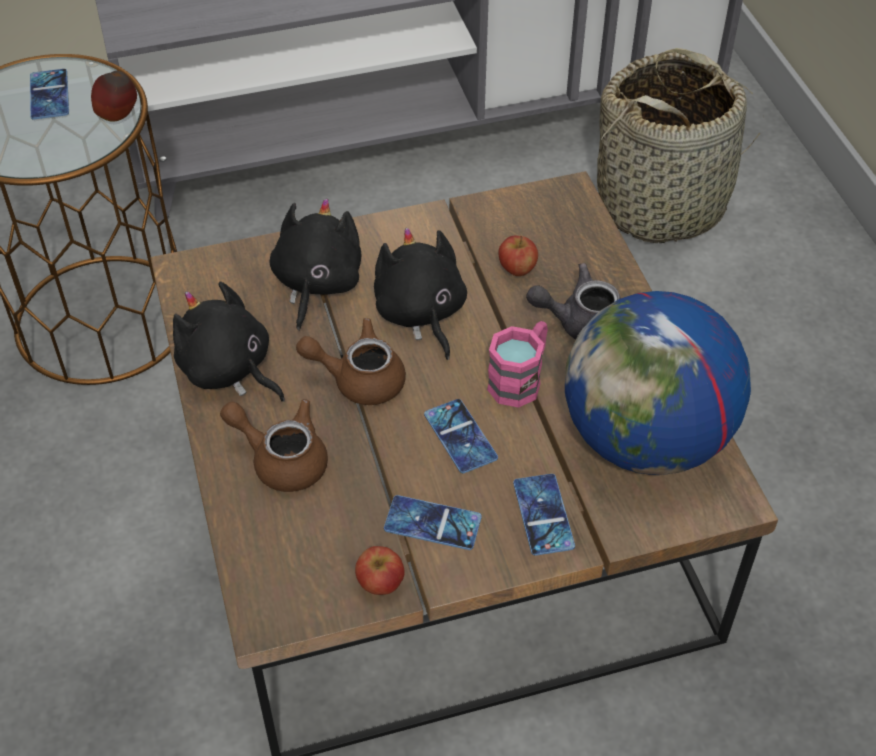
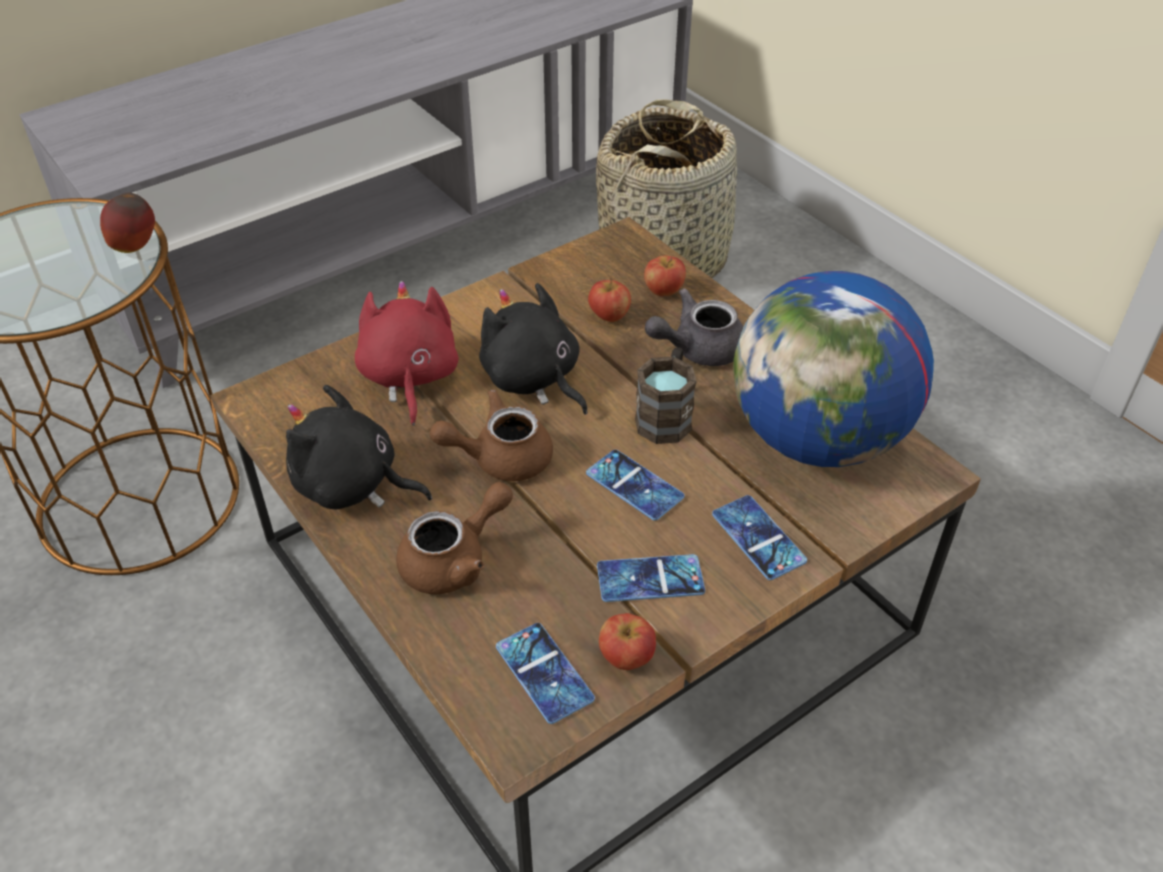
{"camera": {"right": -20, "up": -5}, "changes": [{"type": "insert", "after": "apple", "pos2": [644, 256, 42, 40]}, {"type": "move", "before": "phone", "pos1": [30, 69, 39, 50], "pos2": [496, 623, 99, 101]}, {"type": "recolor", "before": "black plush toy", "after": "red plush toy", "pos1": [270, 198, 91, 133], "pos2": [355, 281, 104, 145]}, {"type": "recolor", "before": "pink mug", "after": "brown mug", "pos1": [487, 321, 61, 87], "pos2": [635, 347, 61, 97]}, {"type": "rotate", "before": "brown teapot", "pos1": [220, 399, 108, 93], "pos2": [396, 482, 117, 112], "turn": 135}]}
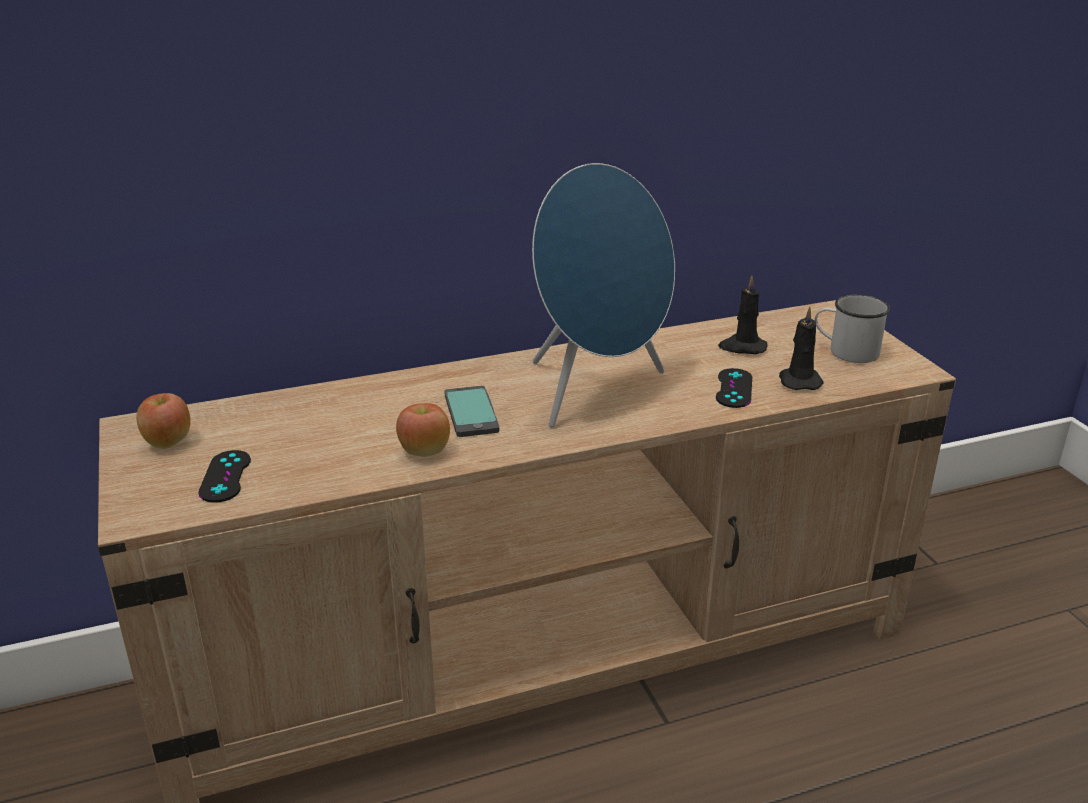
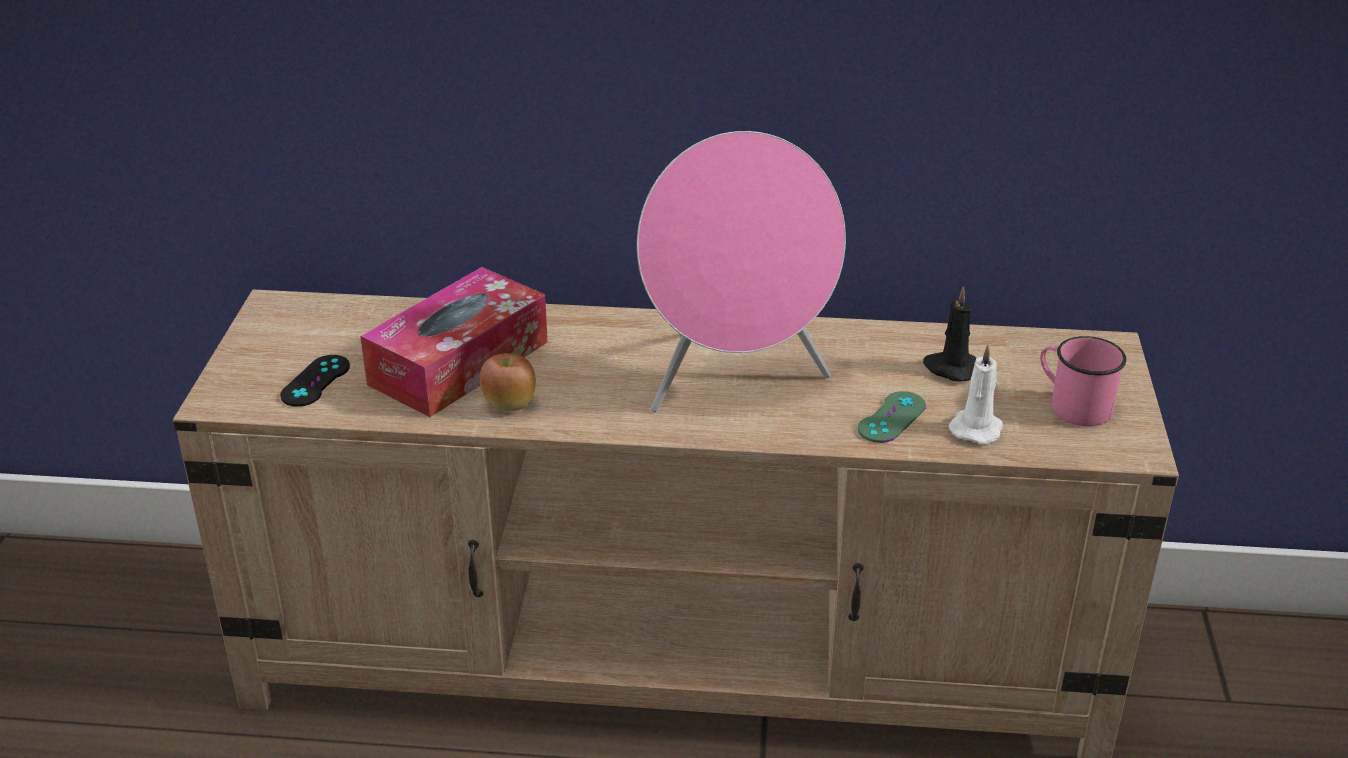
{"camera": {"right": 25, "up": 5}, "changes": [{"type": "delete", "before": "apple", "pos1": [136, 393, 55, 56]}, {"type": "delete", "before": "phone", "pos1": [444, 386, 55, 51]}, {"type": "insert", "after": "tissue box", "pos2": [360, 267, 188, 150]}, {"type": "recolor", "before": "blue speaker", "after": "pink speaker", "pos1": [532, 163, 143, 265], "pos2": [637, 131, 209, 281]}, {"type": "recolor", "before": "black game controller", "after": "green game controller", "pos1": [716, 368, 36, 40], "pos2": [858, 391, 68, 52]}, {"type": "recolor", "before": "black candle", "after": "white candle", "pos1": [779, 306, 45, 84], "pos2": [949, 344, 54, 100]}, {"type": "recolor", "before": "white mug", "after": "pink mug", "pos1": [815, 294, 75, 69], "pos2": [1040, 336, 87, 90]}]}
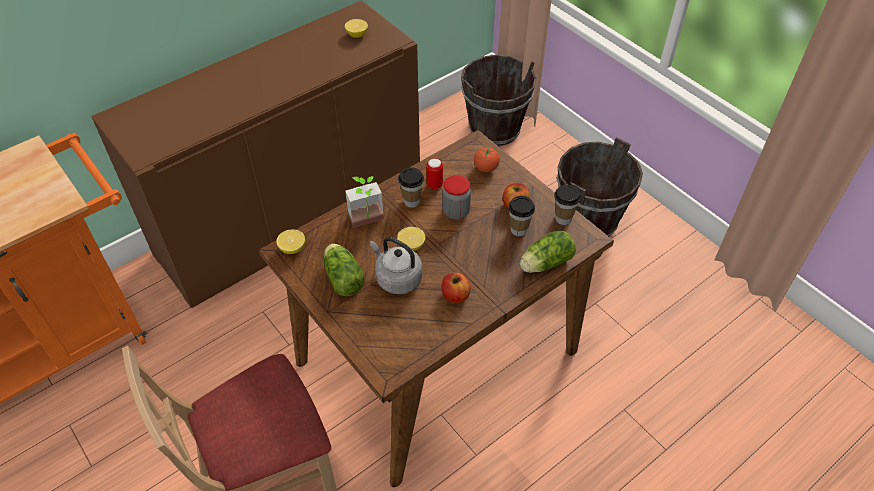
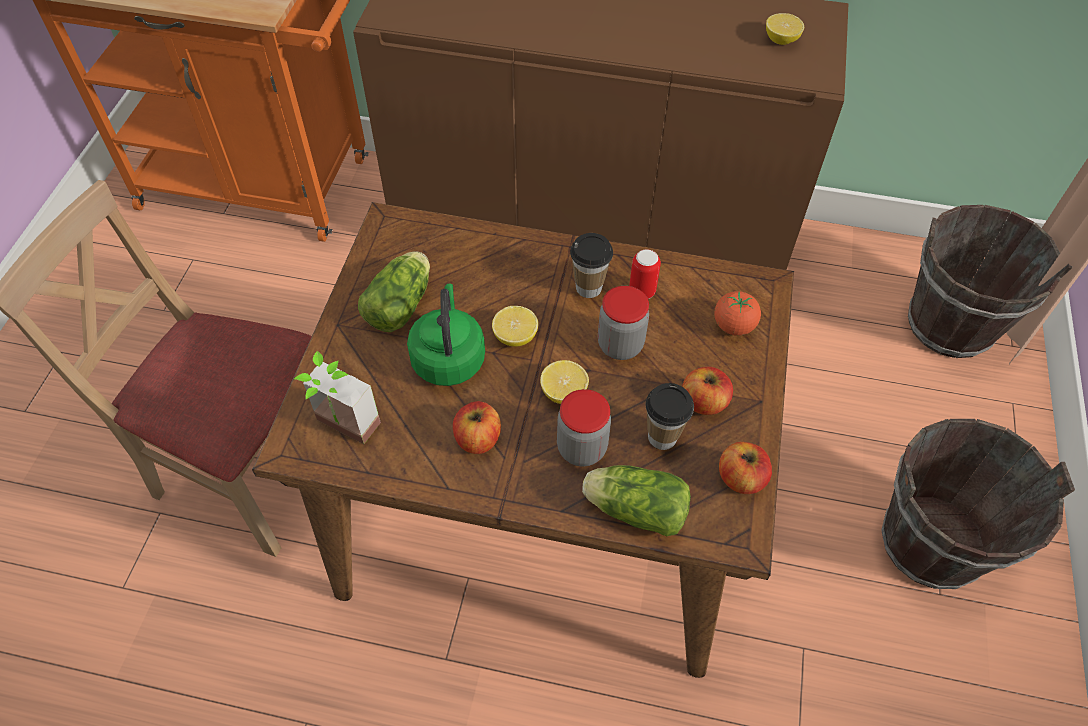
{"camera": {"right": 50, "up": 5}, "changes": [{"type": "insert", "after": "jar", "pos2": [557, 389, 54, 78]}, {"type": "move", "before": "lemon", "pos1": [276, 229, 29, 25], "pos2": [540, 360, 49, 44]}, {"type": "move", "before": "potted plant", "pos1": [345, 176, 39, 52], "pos2": [294, 351, 87, 93]}, {"type": "replace", "before": "cup", "after": "apple", "pos1": [554, 185, 27, 40], "pos2": [719, 442, 53, 52]}, {"type": "recolor", "before": "grey kettle", "after": "green kettle", "pos1": [370, 237, 53, 57], "pos2": [407, 283, 78, 103]}]}
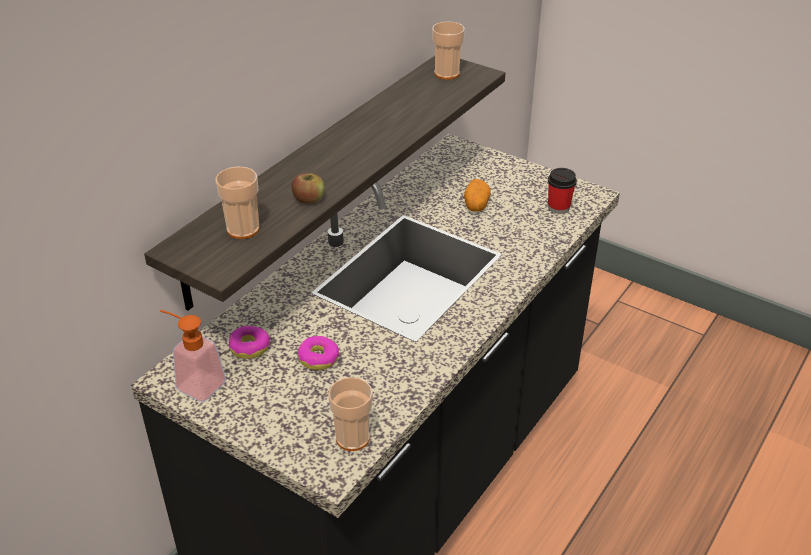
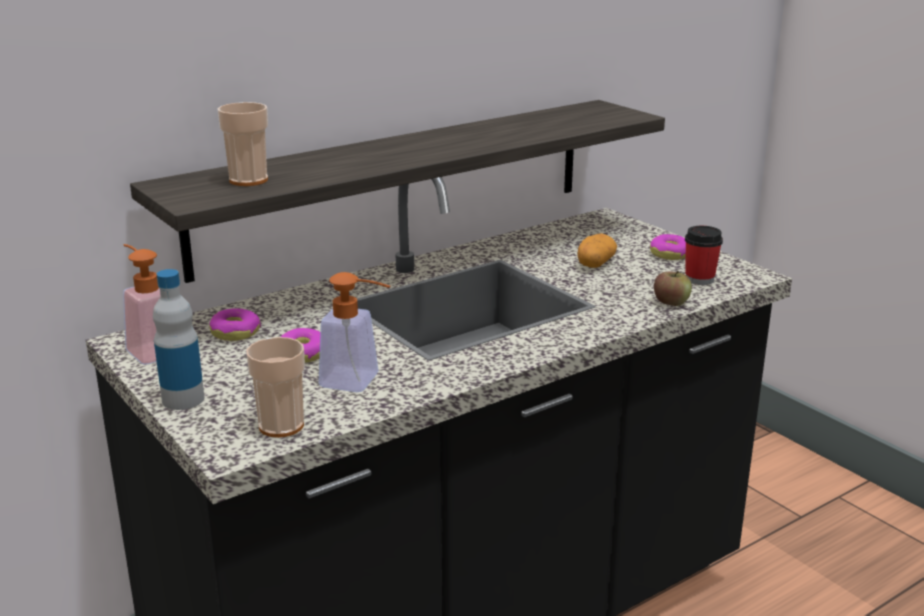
{"camera": {"right": 20, "up": -15}, "changes": [{"type": "delete", "before": "cup", "pos1": [432, 21, 33, 59]}, {"type": "insert", "after": "bottle", "pos2": [153, 269, 52, 141]}, {"type": "insert", "after": "soap dispenser", "pos2": [318, 272, 72, 120]}, {"type": "insert", "after": "donut", "pos2": [650, 234, 36, 26]}, {"type": "move", "before": "apple", "pos1": [292, 173, 33, 31], "pos2": [654, 271, 38, 35]}]}
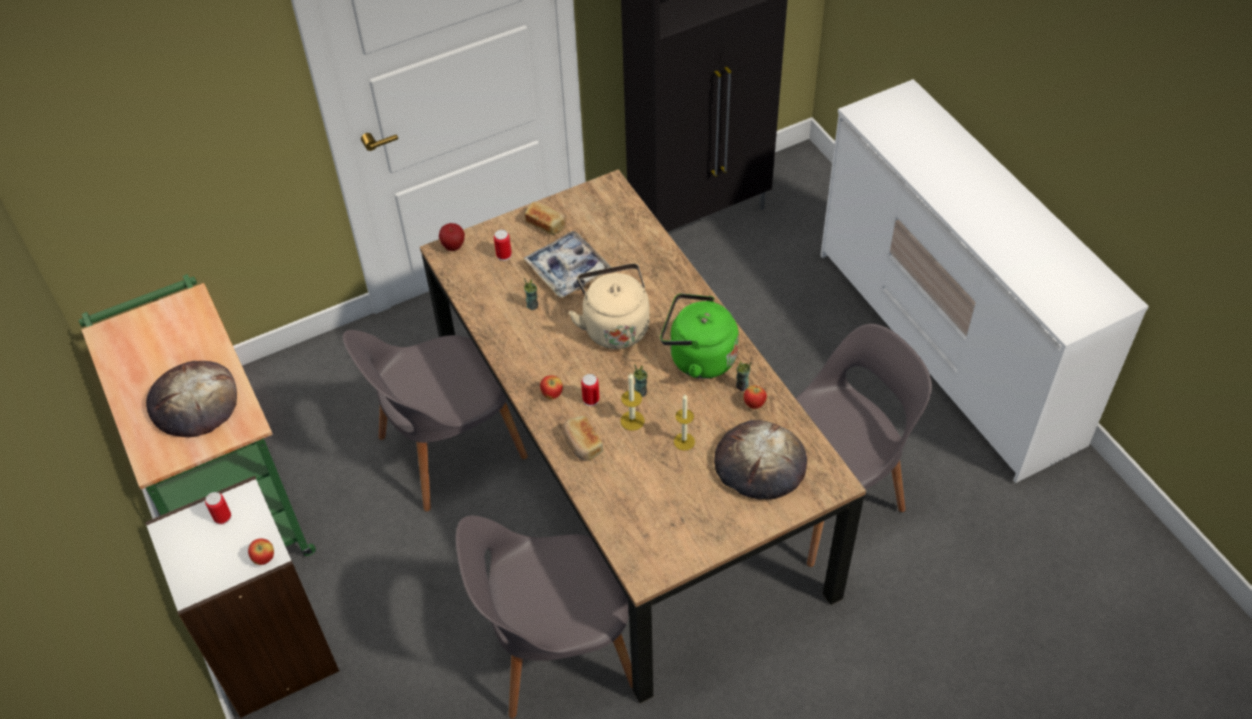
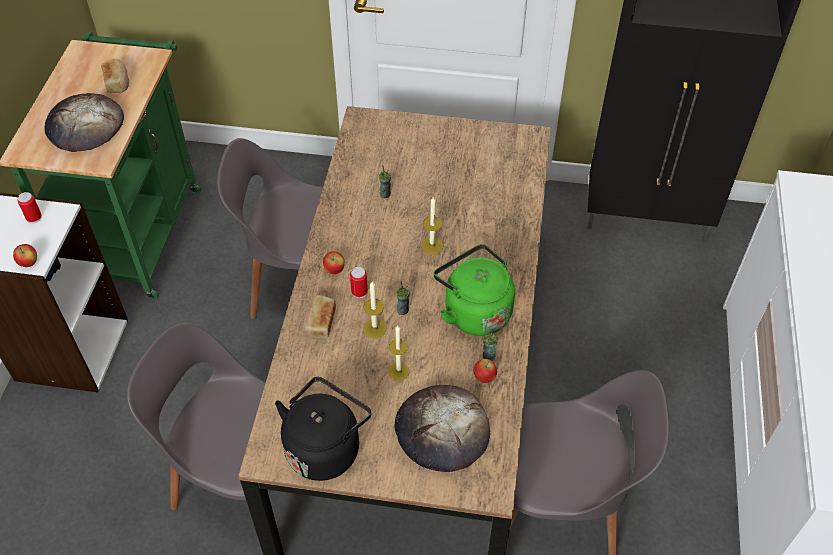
{"camera": {"right": 35, "up": 0}, "changes": [{"type": "delete", "before": "apple", "pos1": [439, 223, 26, 28]}, {"type": "delete", "before": "can", "pos1": [494, 230, 18, 31]}, {"type": "delete", "before": "tray", "pos1": [523, 231, 88, 67]}, {"type": "insert", "after": "black kettle", "pos2": [275, 377, 96, 104]}, {"type": "move", "before": "bread", "pos1": [525, 201, 41, 34], "pos2": [101, 59, 28, 34]}, {"type": "replace", "before": "beige kettle", "after": "candle", "pos1": [569, 264, 81, 85], "pos2": [421, 197, 22, 58]}]}
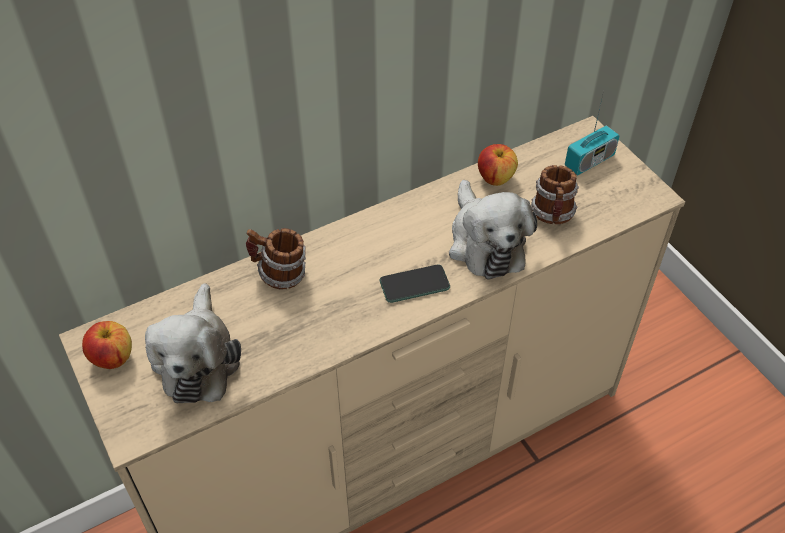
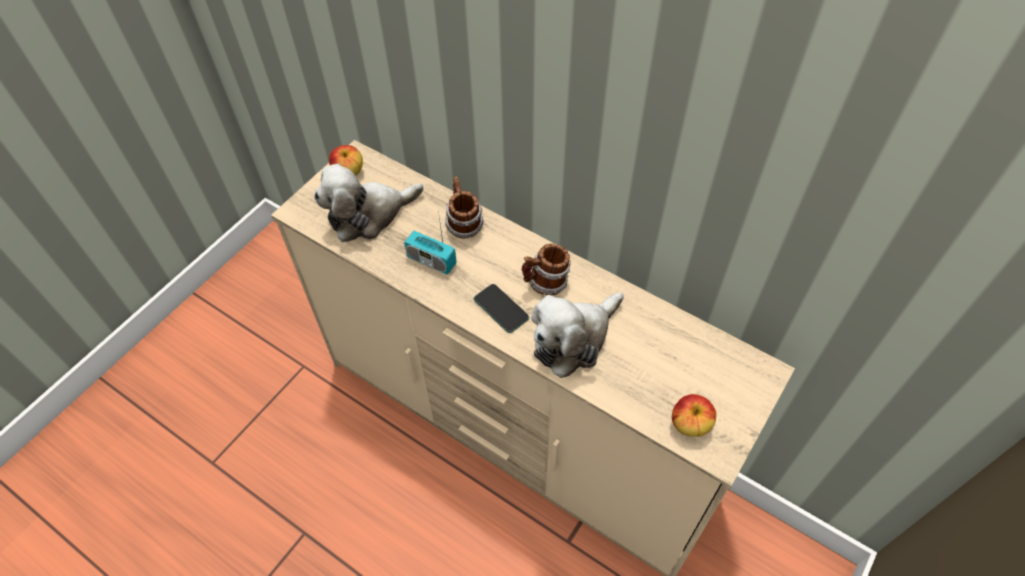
{"camera": {"right": 65, "up": 5}, "changes": [{"type": "move", "before": "apple", "pos1": [478, 144, 40, 42], "pos2": [672, 394, 44, 43]}, {"type": "move", "before": "mug", "pos1": [531, 165, 48, 59], "pos2": [522, 244, 49, 52]}, {"type": "move", "before": "radio", "pos1": [565, 91, 55, 84], "pos2": [404, 210, 53, 65]}]}
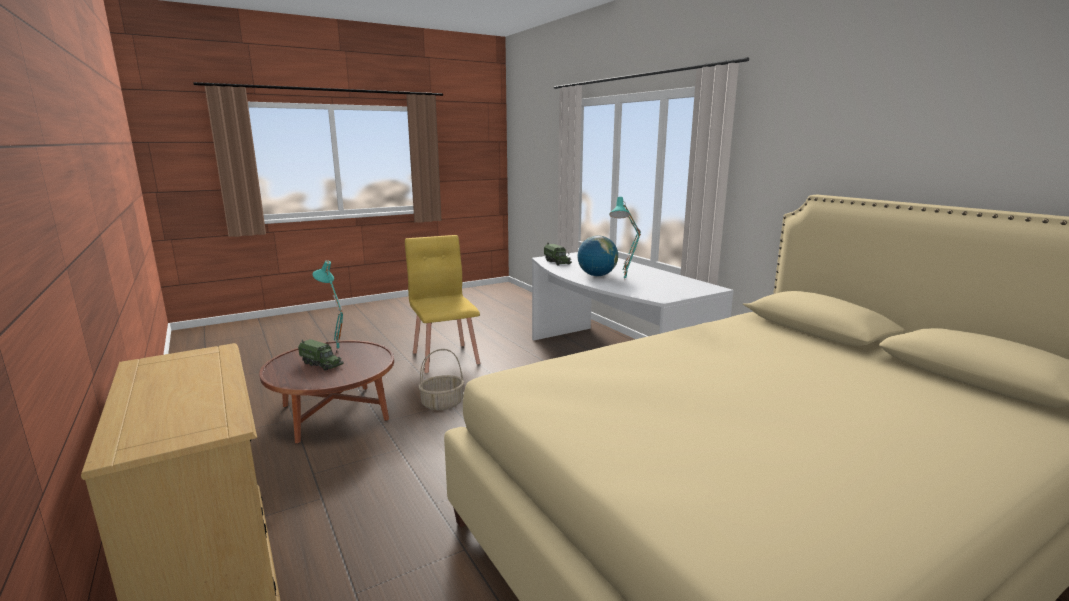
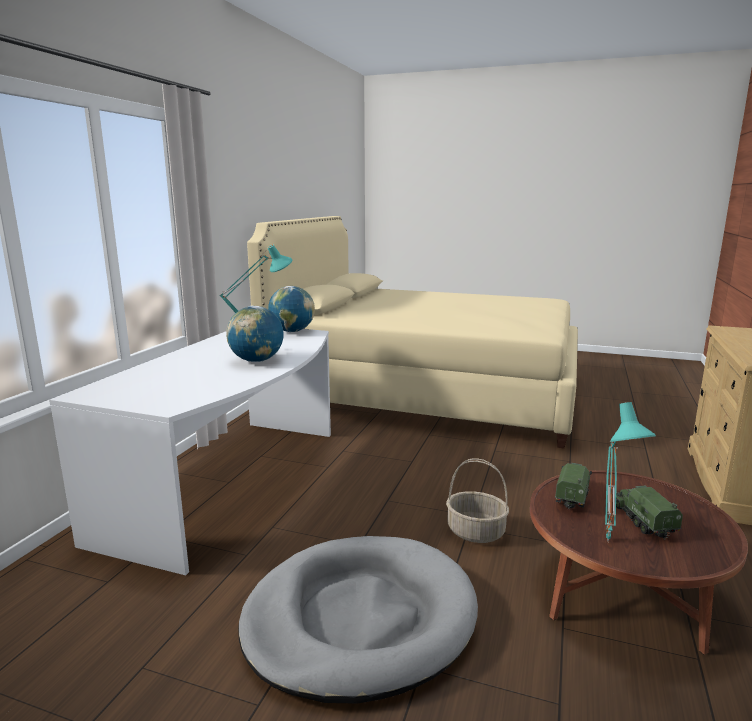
{"camera": {"right": -130, "up": 0}, "changes": [{"type": "insert", "after": "globe", "pos2": [268, 286, 47, 46]}, {"type": "move", "before": "toy truck", "pos1": [544, 242, 28, 24], "pos2": [555, 463, 37, 47]}, {"type": "replace", "before": "yellow chair", "after": "grey dog bed", "pos1": [405, 235, 75, 138], "pos2": [238, 536, 240, 168]}]}
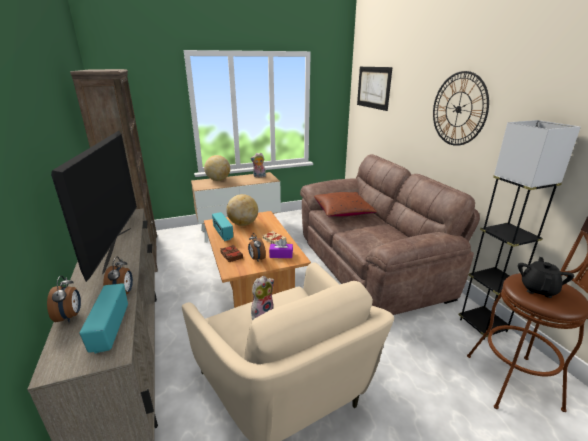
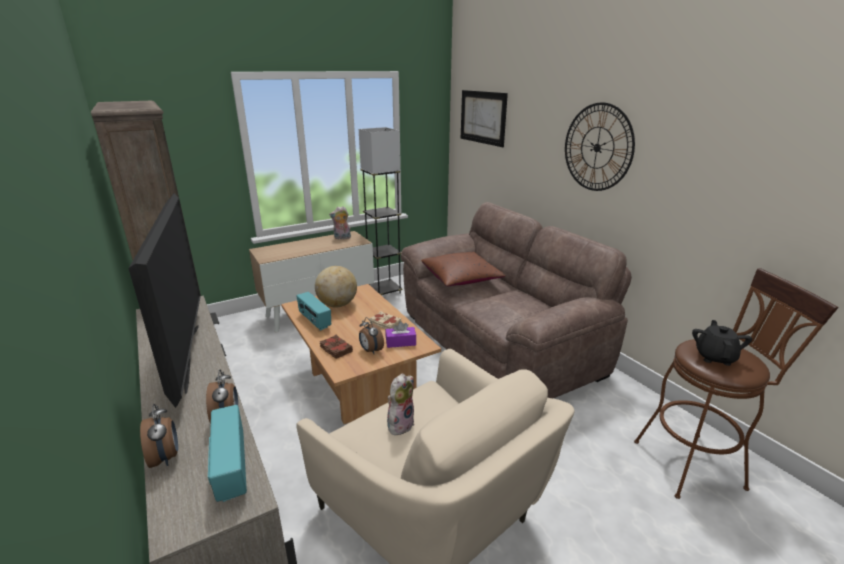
{"camera": {"right": -10, "up": 0}, "changes": [{"type": "delete", "before": "globe", "pos1": [204, 155, 26, 26]}, {"type": "move", "before": "grey floor lamp", "pos1": [458, 120, 123, 220], "pos2": [359, 127, 44, 168]}]}
